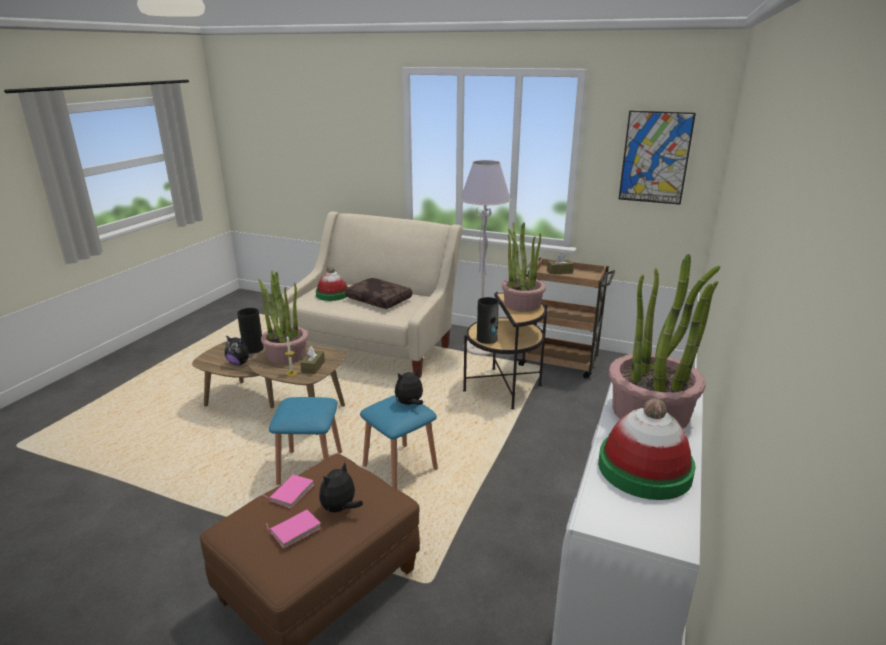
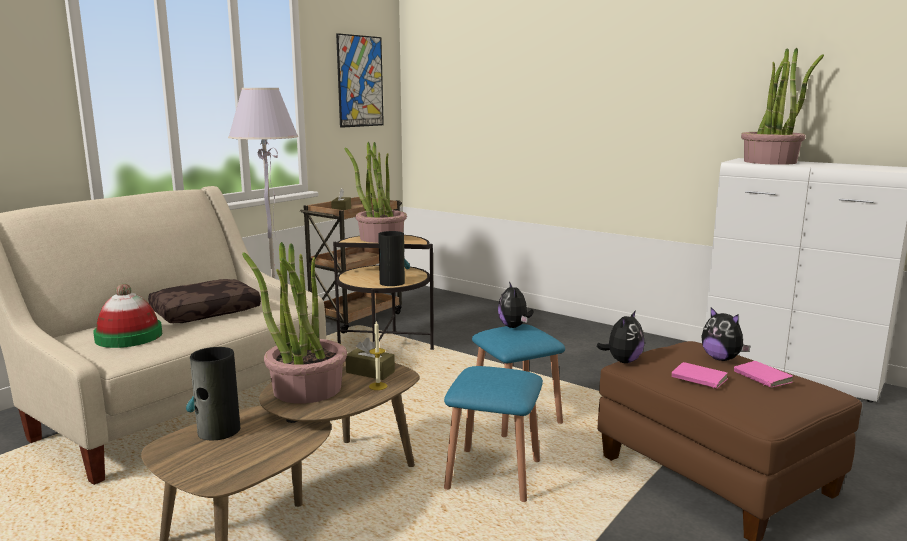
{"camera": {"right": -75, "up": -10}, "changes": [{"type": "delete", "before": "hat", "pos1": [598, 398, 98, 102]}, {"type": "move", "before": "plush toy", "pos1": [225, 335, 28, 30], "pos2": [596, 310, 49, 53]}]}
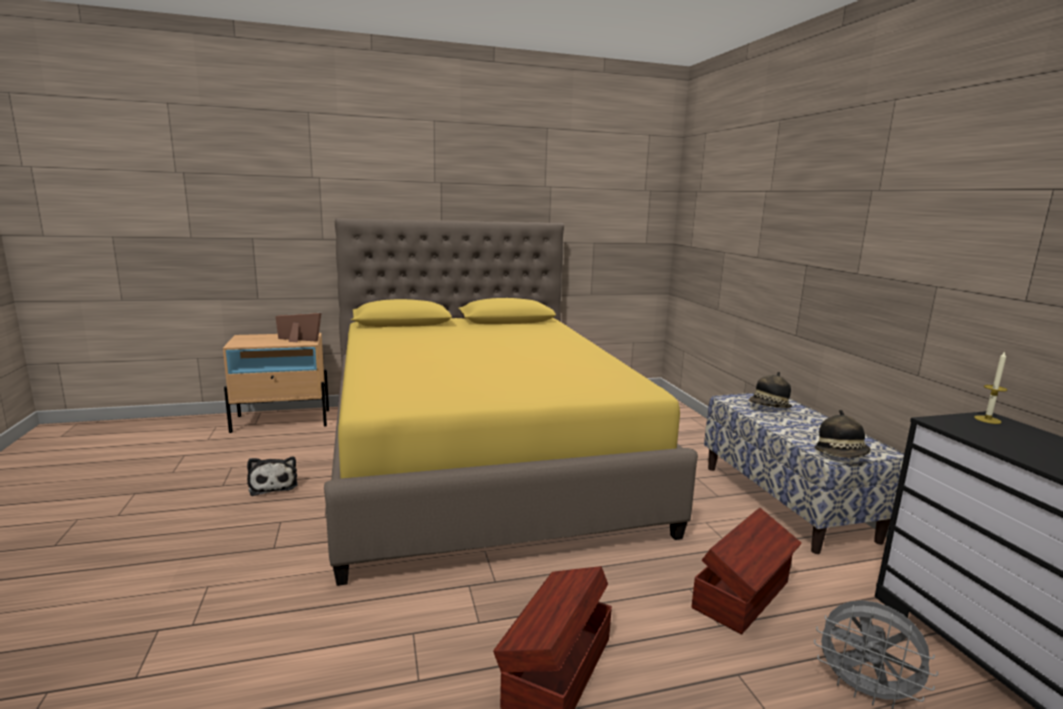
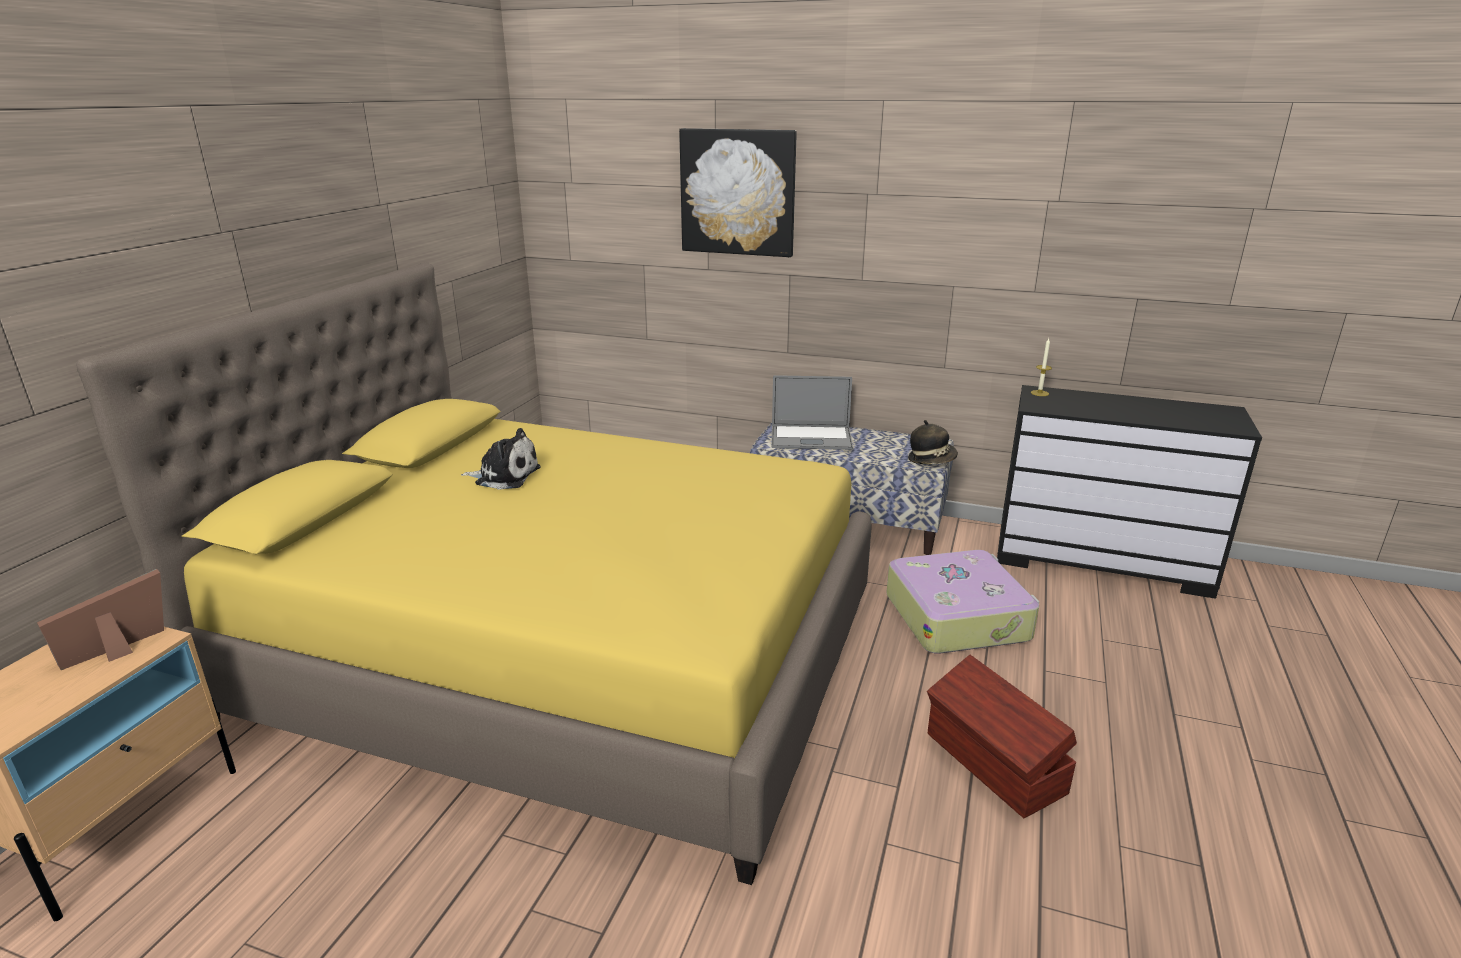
{"camera": {"right": -55, "up": 10}, "changes": [{"type": "delete", "before": "grey fan", "pos1": [814, 600, 124, 109]}, {"type": "insert", "after": "picture", "pos2": [679, 128, 118, 129]}, {"type": "move", "before": "plush toy", "pos1": [247, 456, 51, 40], "pos2": [461, 428, 79, 62]}, {"type": "replace", "before": "brown storage box", "after": "suitcase", "pos1": [691, 508, 111, 126], "pos2": [886, 550, 153, 104]}, {"type": "replace", "before": "hat", "after": "laptop", "pos1": [749, 372, 43, 36], "pos2": [771, 375, 82, 75]}]}
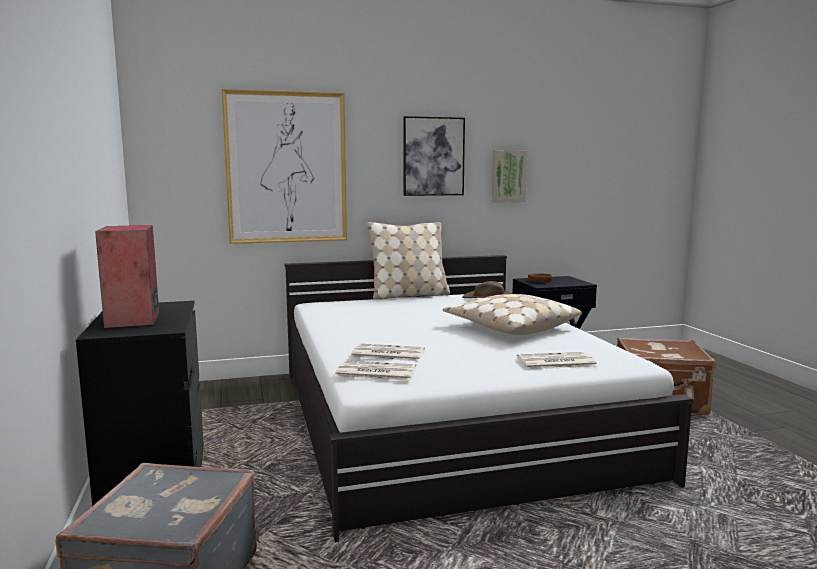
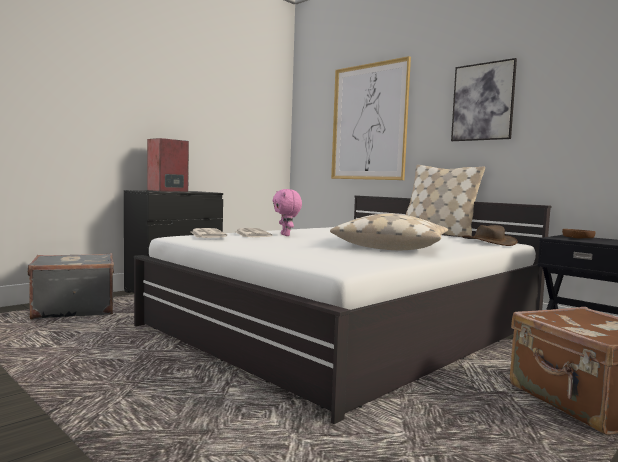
{"camera": {"right": 60, "up": -5}, "changes": [{"type": "delete", "before": "picture", "pos1": [492, 150, 35, 53]}, {"type": "delete", "before": "newspaper", "pos1": [517, 352, 80, 17]}, {"type": "insert", "after": "pink plush toy", "pos2": [273, 189, 29, 47]}]}
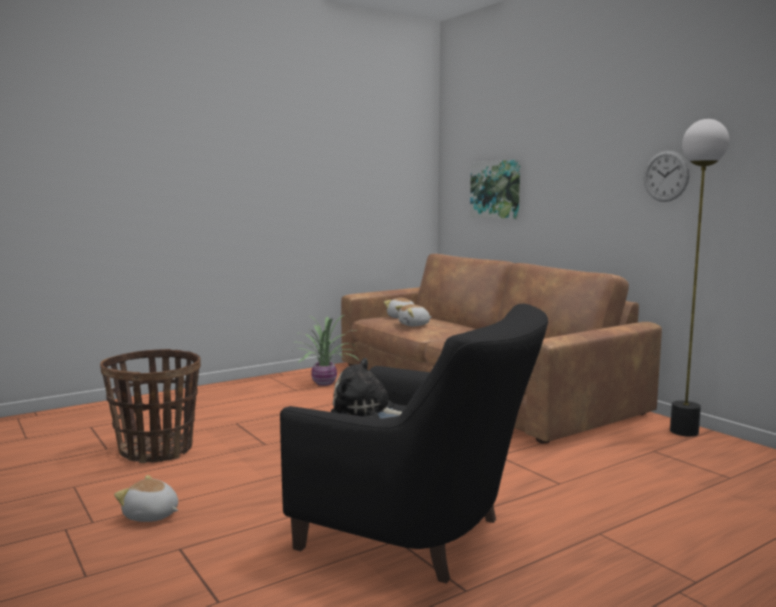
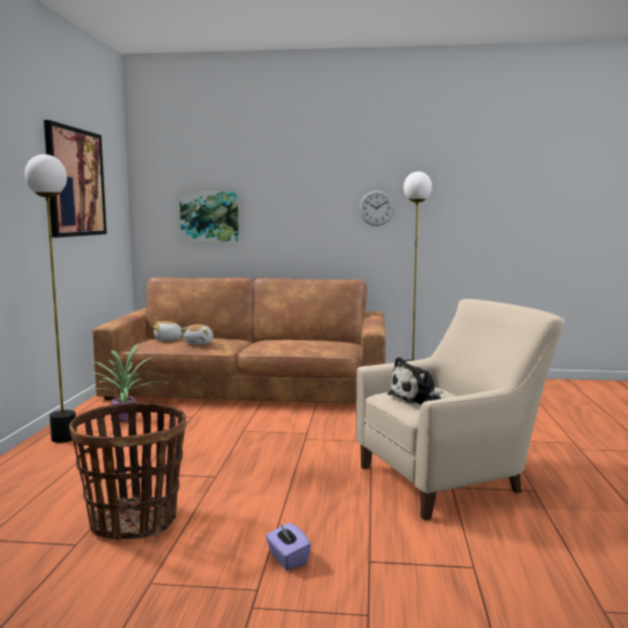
{"camera": {"right": -50, "up": 0}, "changes": [{"type": "insert", "after": "floor lamp", "pos2": [25, 154, 52, 289]}, {"type": "insert", "after": "picture", "pos2": [44, 120, 63, 118]}, {"type": "replace", "before": "plush toy", "after": "purple tissue box", "pos1": [114, 475, 64, 47], "pos2": [265, 522, 46, 48]}, {"type": "recolor", "before": "black armchair", "after": "beige armchair", "pos1": [280, 303, 268, 281], "pos2": [356, 299, 209, 222]}]}
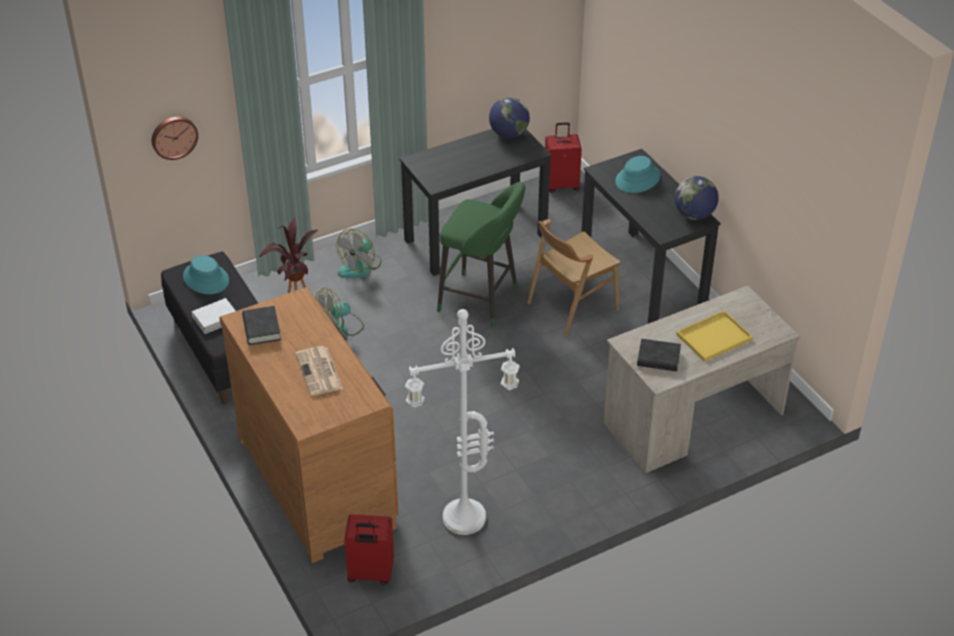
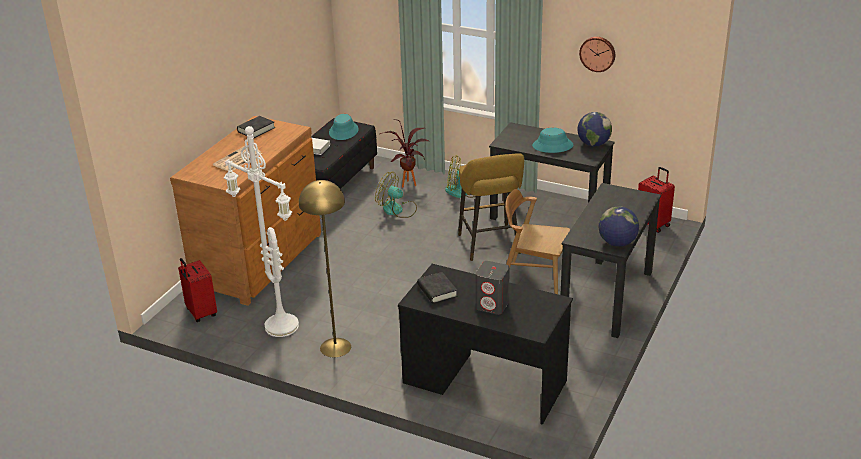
{"camera": {"right": 55, "up": -10}, "changes": [{"type": "insert", "after": "yellow floor lamp", "pos2": [299, 180, 52, 177]}, {"type": "move", "before": "wall clock", "pos1": [152, 117, 46, 43], "pos2": [579, 37, 36, 35]}, {"type": "move", "before": "turquoise hat", "pos1": [615, 156, 45, 37], "pos2": [532, 128, 41, 25]}, {"type": "replace", "before": "yellow tray", "after": "grey speaker", "pos1": [676, 311, 77, 51], "pos2": [476, 261, 34, 54]}, {"type": "recolor", "before": "green stool", "after": "yellow stool", "pos1": [437, 182, 88, 146], "pos2": [458, 153, 66, 108]}, {"type": "recolor", "before": "beige desk", "after": "black desk", "pos1": [604, 286, 196, 187], "pos2": [398, 264, 175, 161]}]}
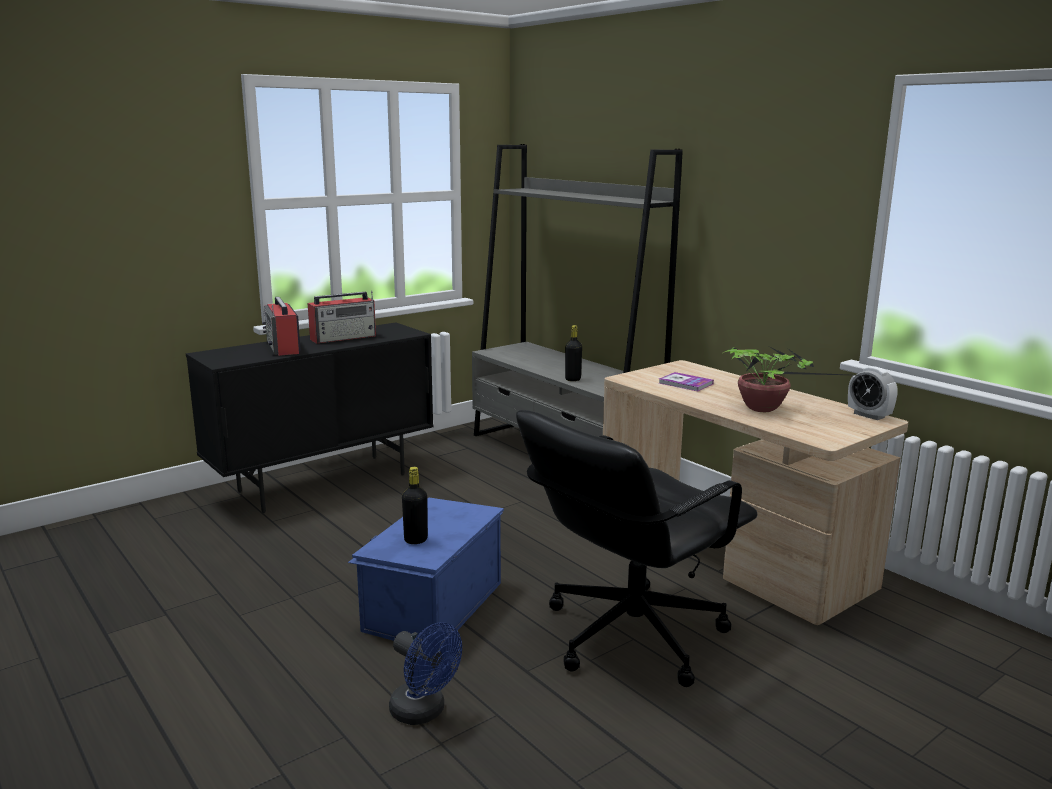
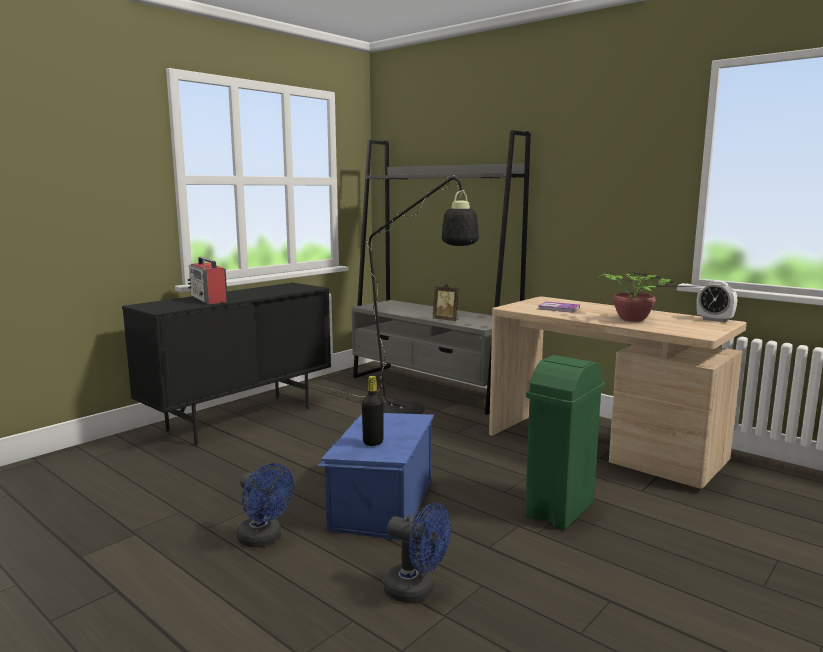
{"camera": {"right": -10, "up": -5}, "changes": [{"type": "delete", "before": "radio", "pos1": [308, 291, 68, 53]}, {"type": "insert", "after": "blue fan", "pos2": [236, 463, 58, 84]}, {"type": "insert", "after": "black floor lamp", "pos2": [314, 175, 165, 239]}, {"type": "replace", "before": "black office chair", "after": "green trash can", "pos1": [516, 410, 242, 277], "pos2": [525, 355, 80, 175]}, {"type": "replace", "before": "black bottle", "after": "picture frame", "pos1": [565, 325, 17, 56], "pos2": [433, 284, 26, 37]}]}
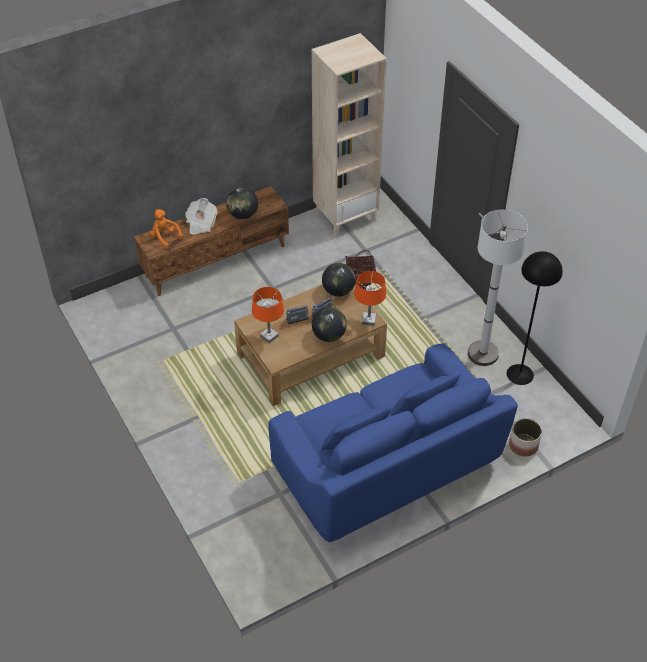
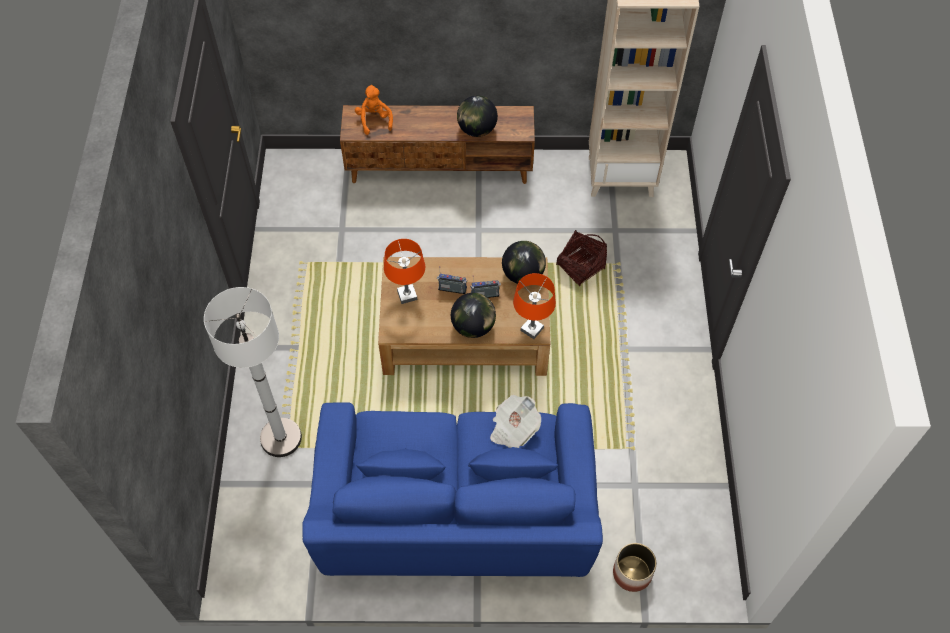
{"camera": {"right": 30, "up": 10}, "changes": [{"type": "delete", "before": "black floor lamp", "pos1": [507, 251, 56, 134]}, {"type": "move", "before": "newspaper", "pos1": [185, 198, 32, 36], "pos2": [490, 395, 51, 53]}, {"type": "move", "before": "white floor lamp", "pos1": [468, 210, 60, 156], "pos2": [204, 287, 98, 170]}]}
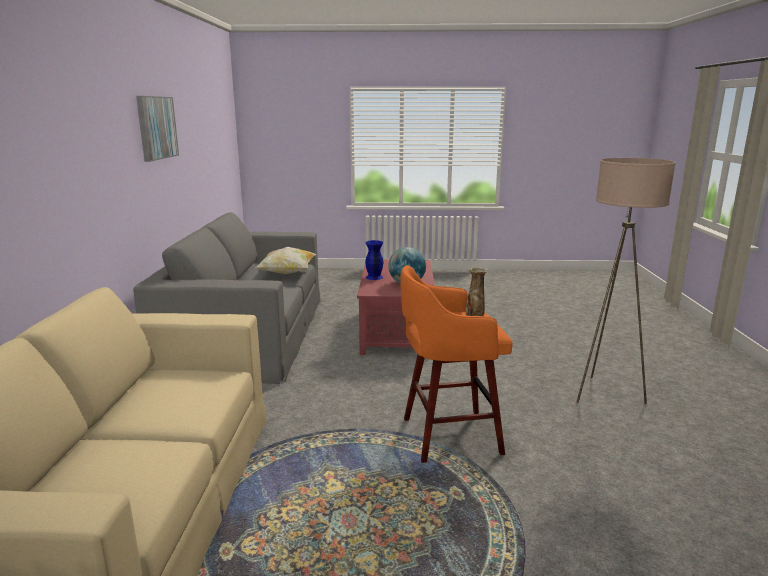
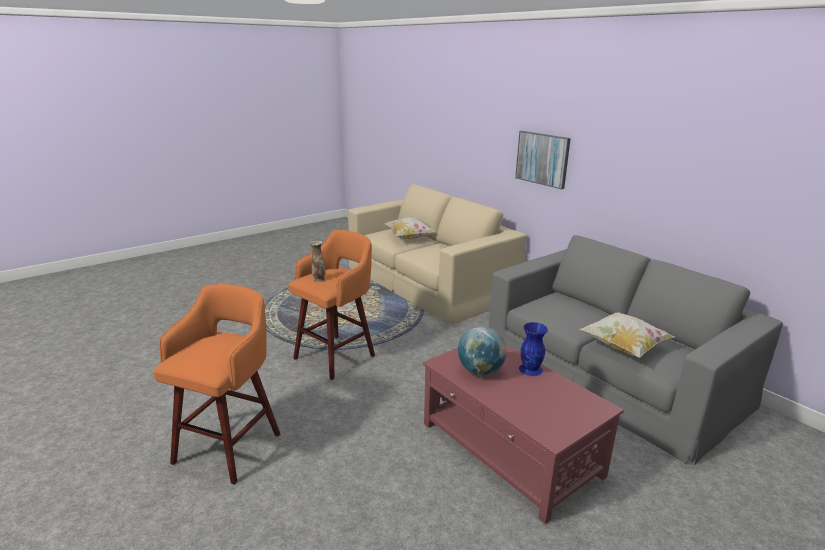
{"camera": {"right": 140, "up": 5}, "changes": [{"type": "insert", "after": "pillow", "pos2": [385, 217, 52, 22]}, {"type": "move", "before": "picture", "pos1": [136, 96, 43, 66], "pos2": [515, 131, 56, 58]}, {"type": "replace", "before": "beige floor lamp", "after": "orange stool", "pos1": [577, 158, 99, 246], "pos2": [153, 284, 127, 201]}]}
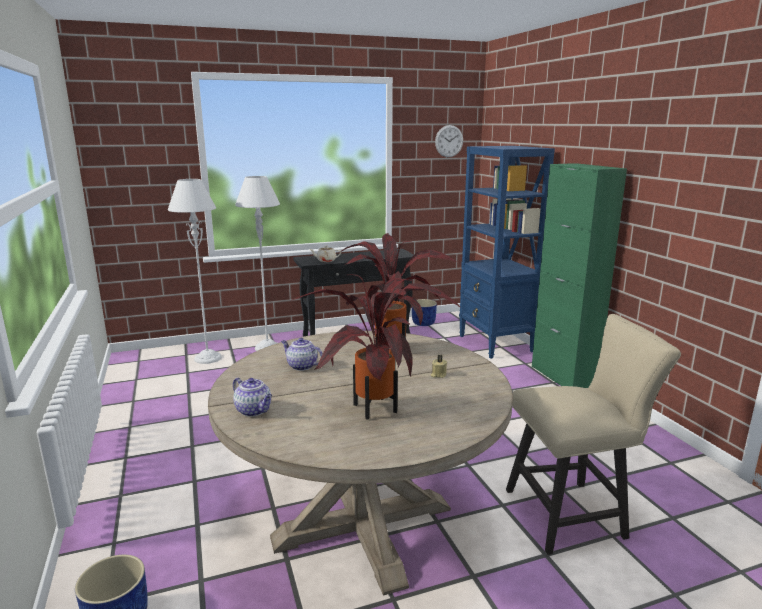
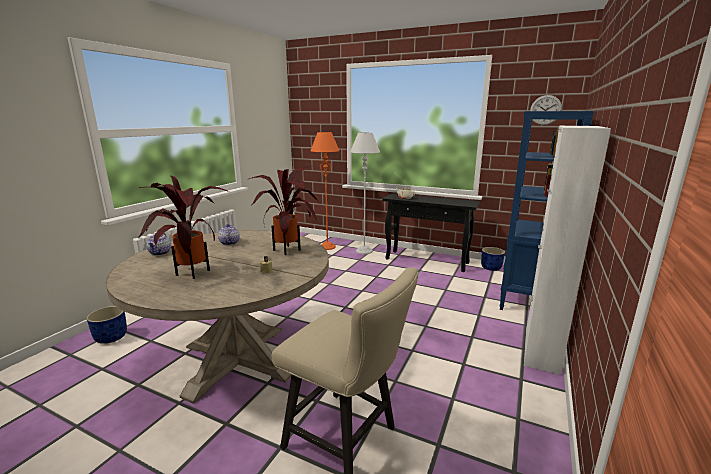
{"camera": {"right": 45, "up": 0}, "changes": [{"type": "recolor", "before": "grey floor lamp", "after": "orange floor lamp", "pos1": [168, 179, 54, 185], "pos2": [310, 132, 30, 118]}, {"type": "recolor", "before": "green cabinet", "after": "white cabinet", "pos1": [532, 163, 95, 225], "pos2": [524, 126, 87, 249]}]}
